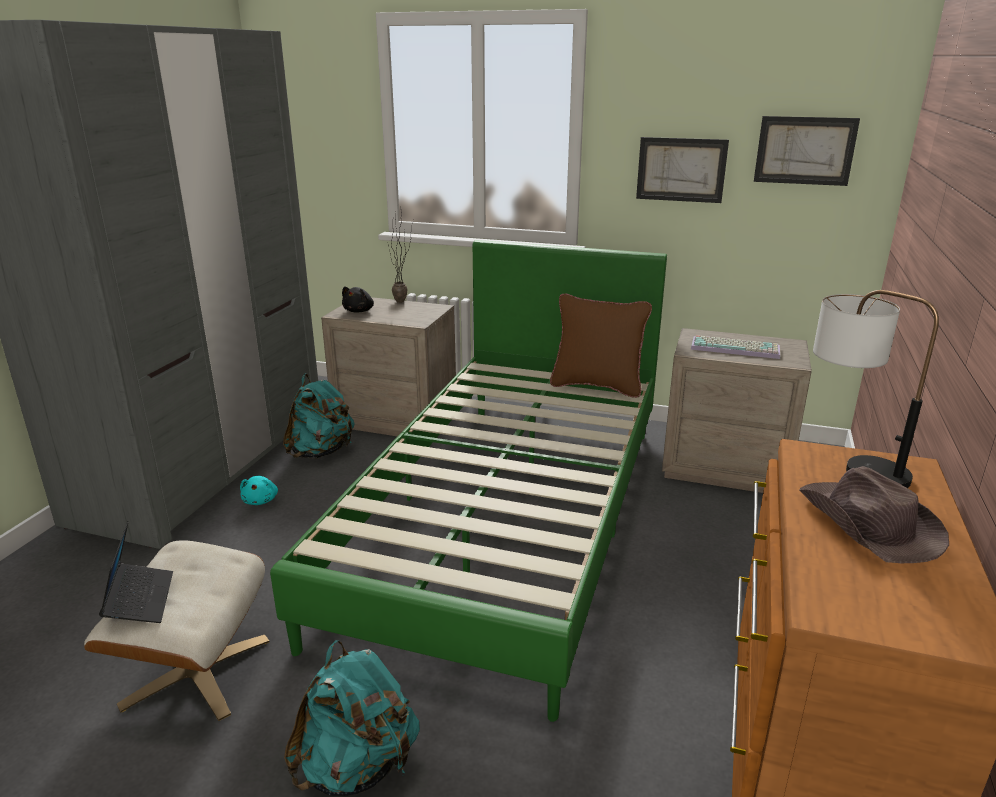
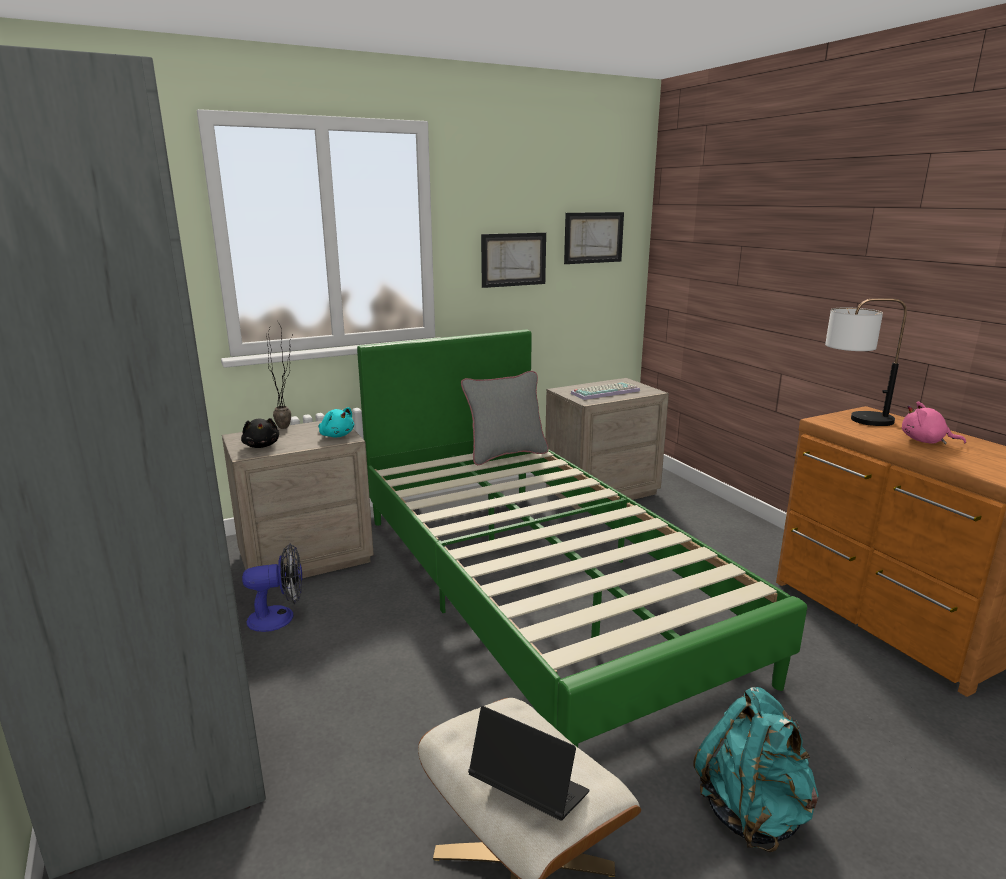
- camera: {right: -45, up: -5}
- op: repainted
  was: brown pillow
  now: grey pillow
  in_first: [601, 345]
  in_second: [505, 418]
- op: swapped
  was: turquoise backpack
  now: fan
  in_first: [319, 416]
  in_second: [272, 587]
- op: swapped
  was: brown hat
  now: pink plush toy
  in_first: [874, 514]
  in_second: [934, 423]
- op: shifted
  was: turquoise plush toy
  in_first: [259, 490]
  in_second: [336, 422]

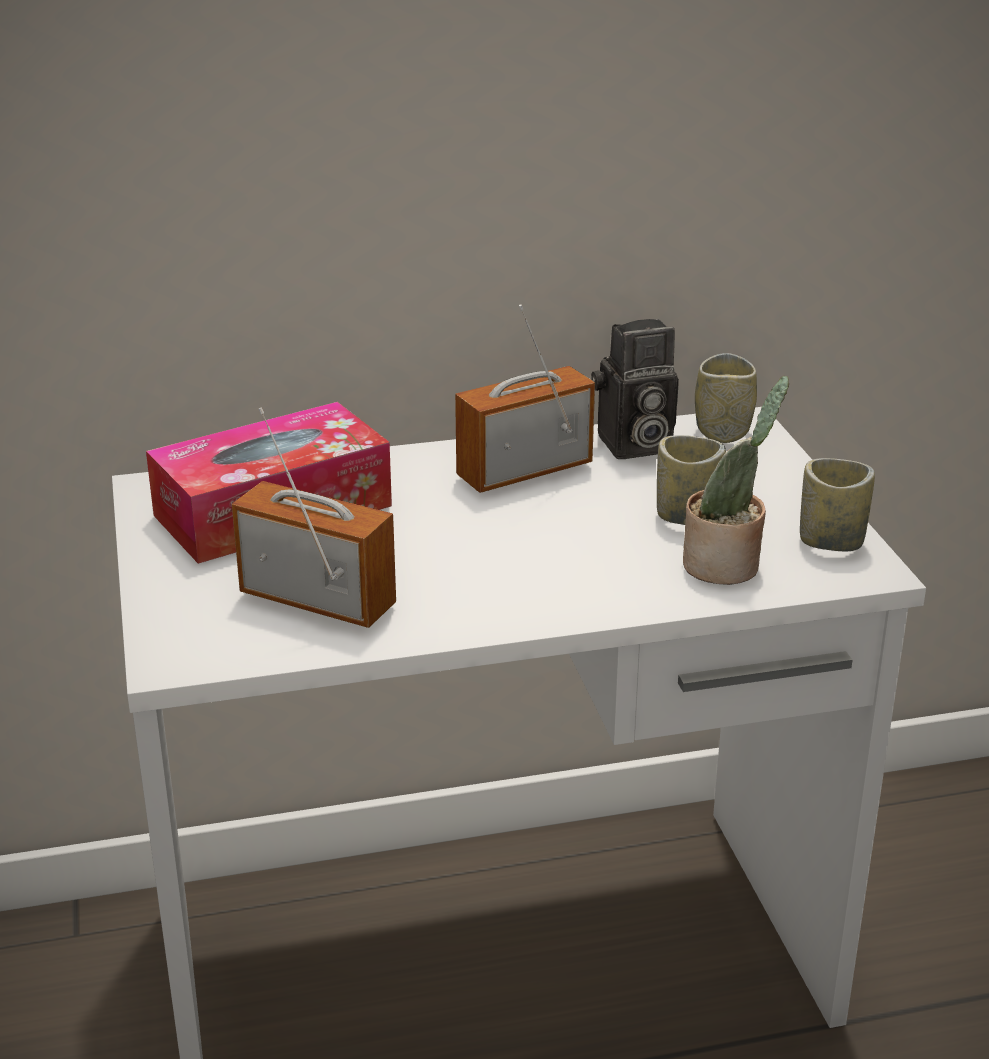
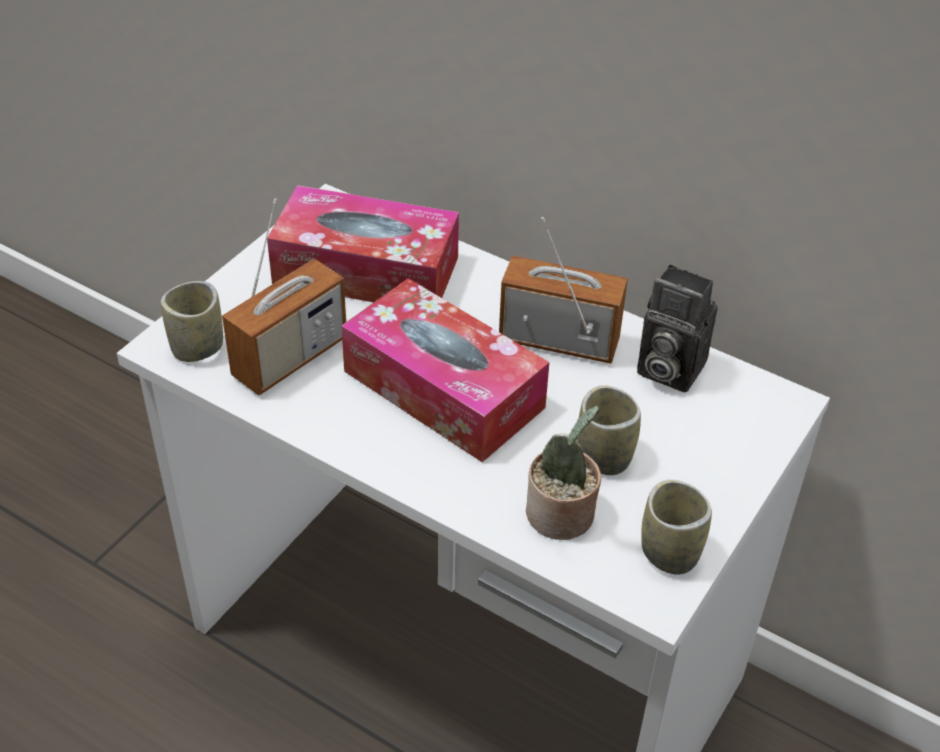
- camera: {right: 45, up: 15}
- op: shifted
  was: cup
  in_first: [726, 398]
  in_second: [191, 321]
- op: rotated
  was: radio
  in_first: [314, 517]
  in_second: [284, 296]
  clockwise: 60
- op: new
  now: tissue box
  in_second: [445, 370]

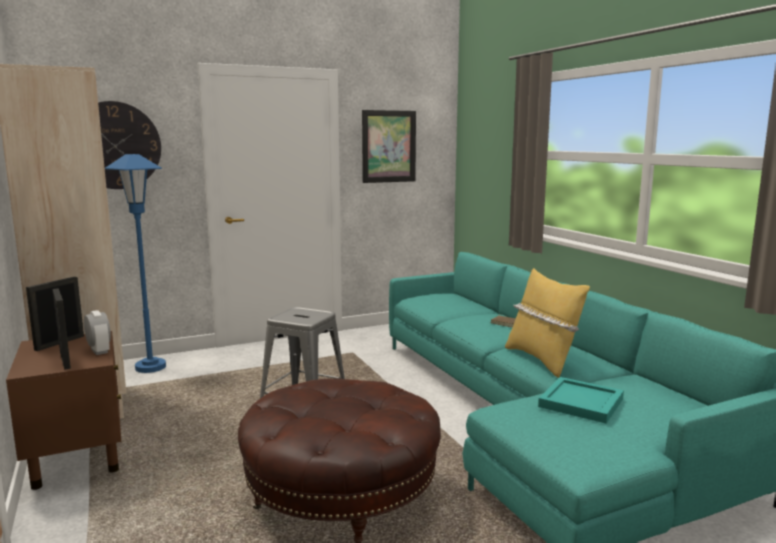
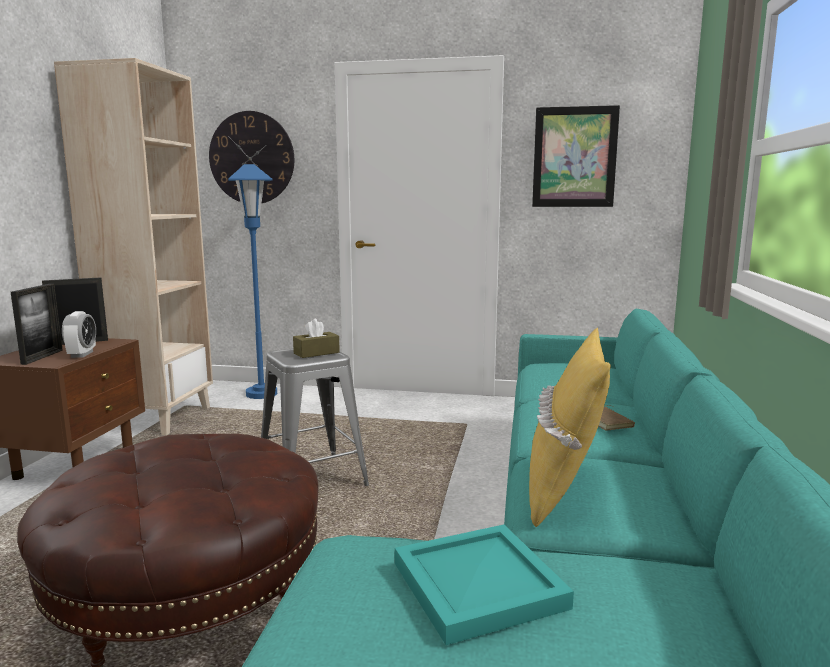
- camera: {right: 35, up: 0}
- op: new
  now: brown tissue box
  in_second: [316, 338]

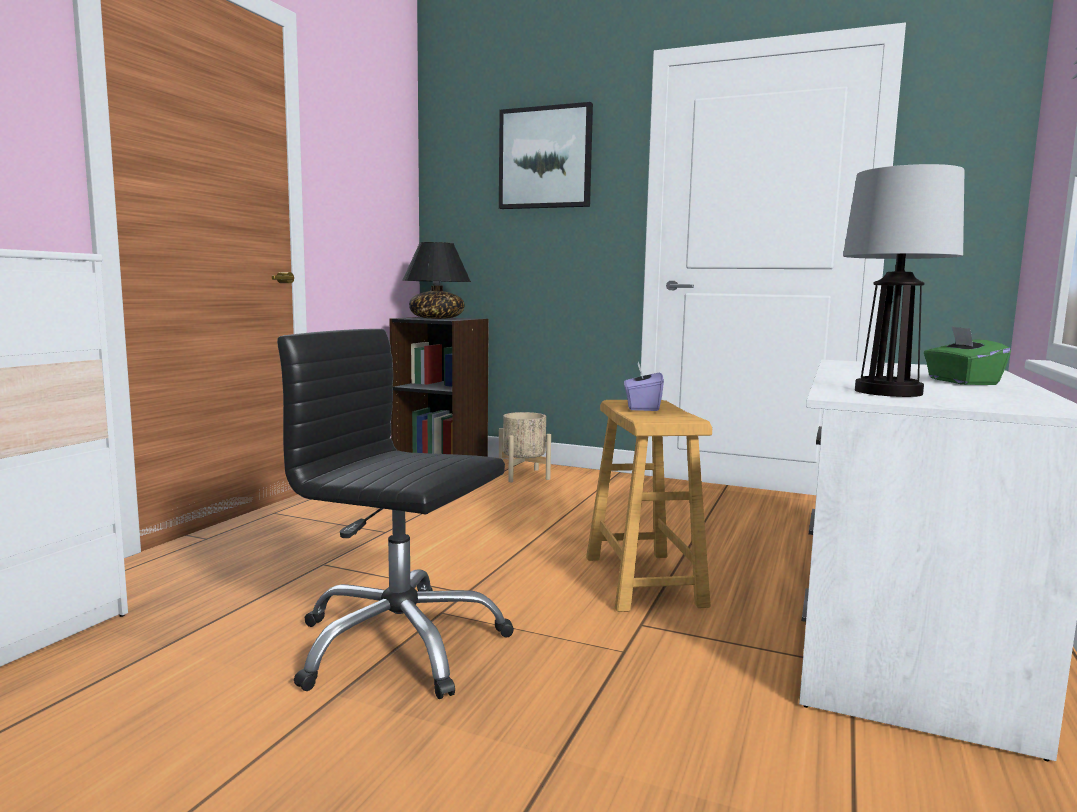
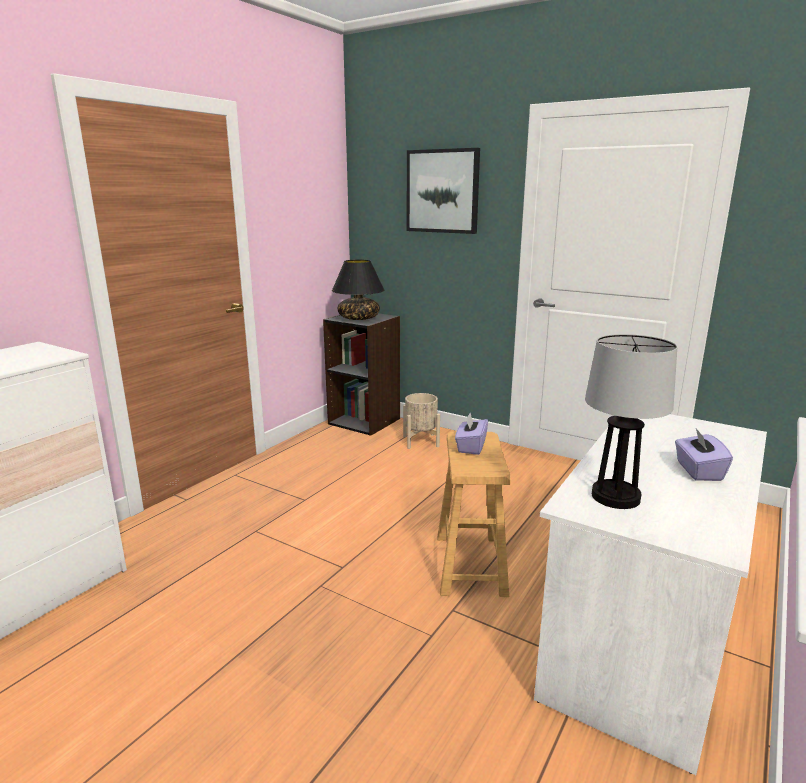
- camera: {right: 10, up: 10}
- op: repainted
  was: green tissue box
  now: purple tissue box
  in_first: [967, 355]
  in_second: [704, 455]
- op: gone
  was: black office chair
  in_first: [395, 514]

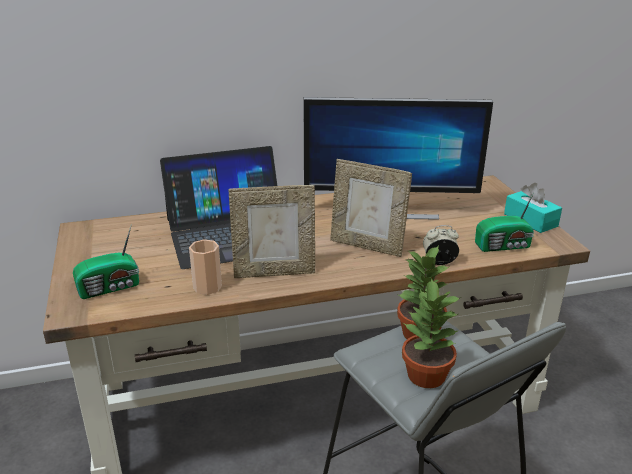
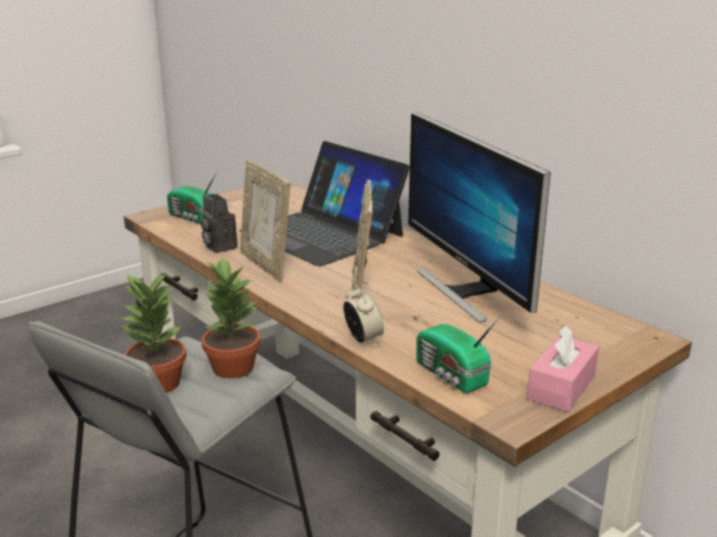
- camera: {right: 65, up: -5}
- op: repainted
  was: turquoise tissue box
  now: pink tissue box
  in_first: [533, 208]
  in_second: [563, 368]
- op: swapped
  was: cup
  now: photo camera
  in_first: [205, 267]
  in_second: [219, 223]

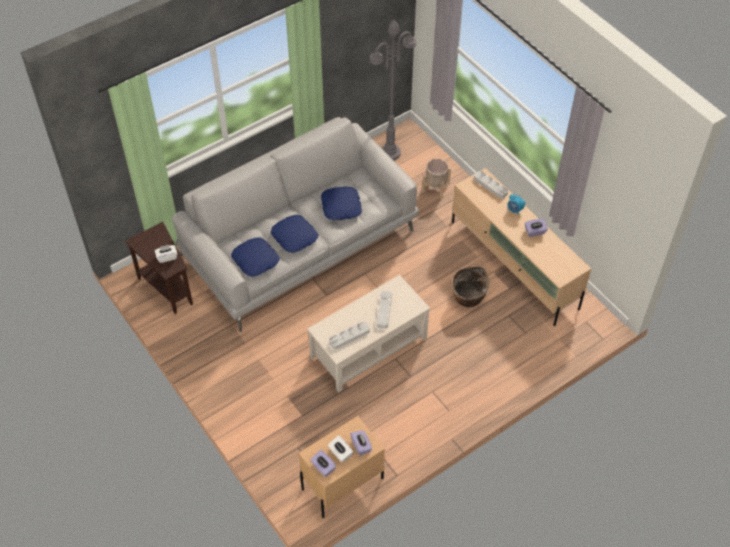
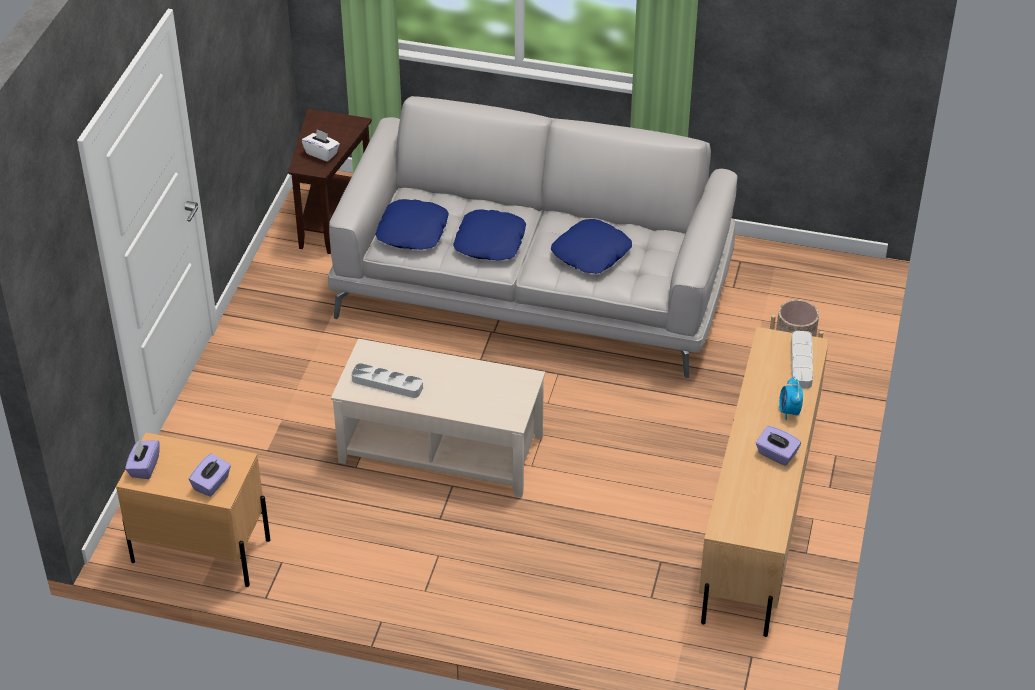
- camera: {right: 50, up: -10}
- op: gone
  was: grey floor lamp
  in_first: [393, 90]
- op: gone
  was: basket
  in_first: [471, 287]
- op: gone
  was: grey tray
  in_first: [384, 310]
- op: gone
  was: white tissue box
  in_first: [340, 449]

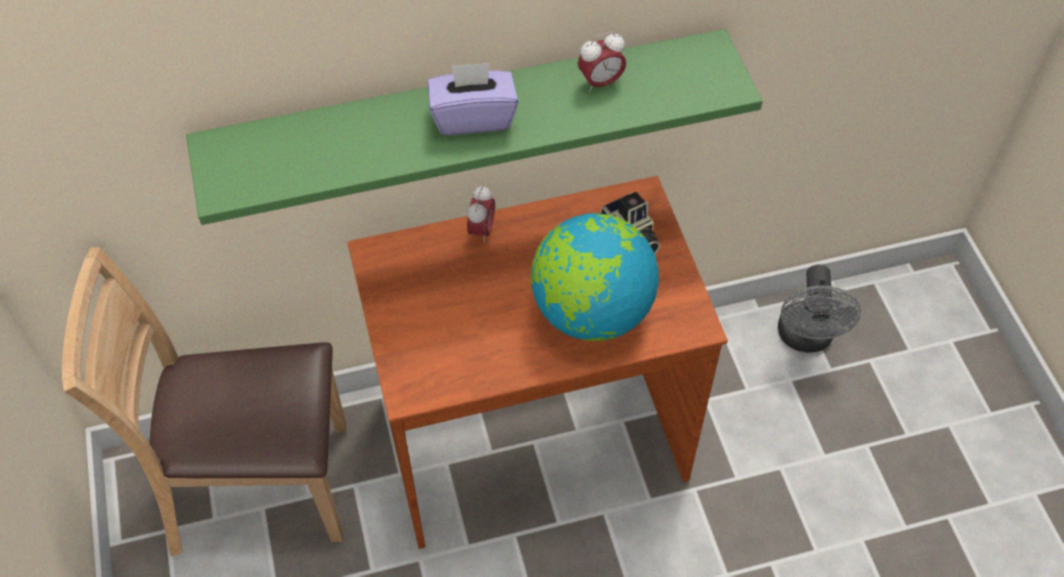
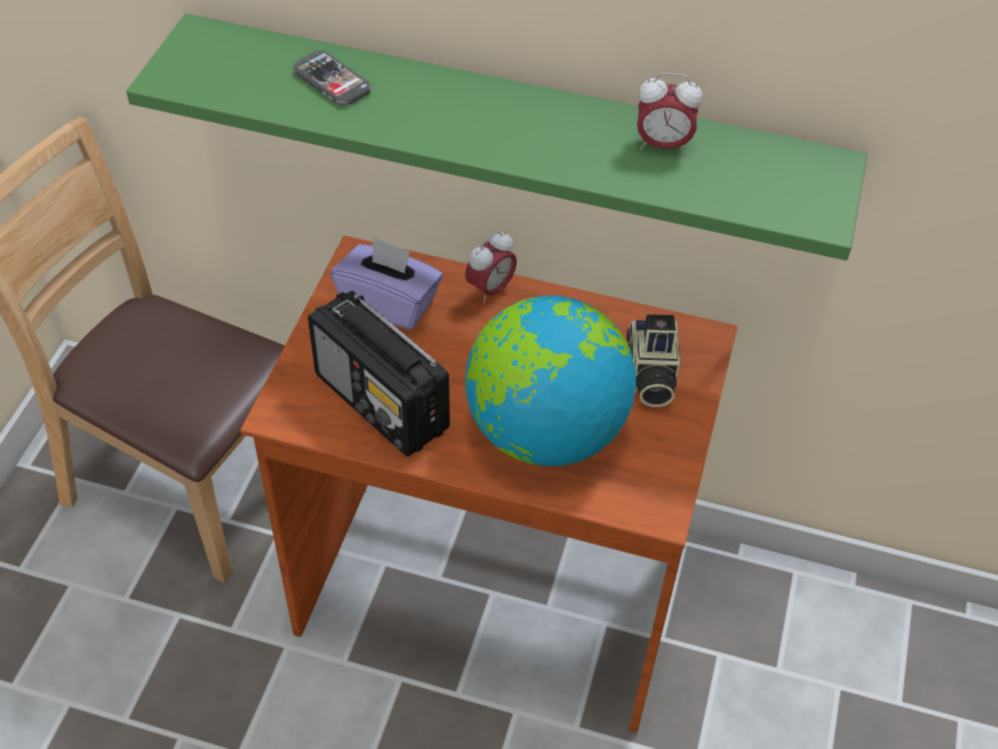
- camera: {right: 30, up: -5}
- op: shifted
  was: purple tissue box
  in_first: [473, 99]
  in_second: [387, 283]
- op: gone
  was: grey fan
  in_first: [819, 309]
- op: new
  now: phone
  in_second: [332, 78]
- op: new
  now: radio
  in_second: [379, 374]

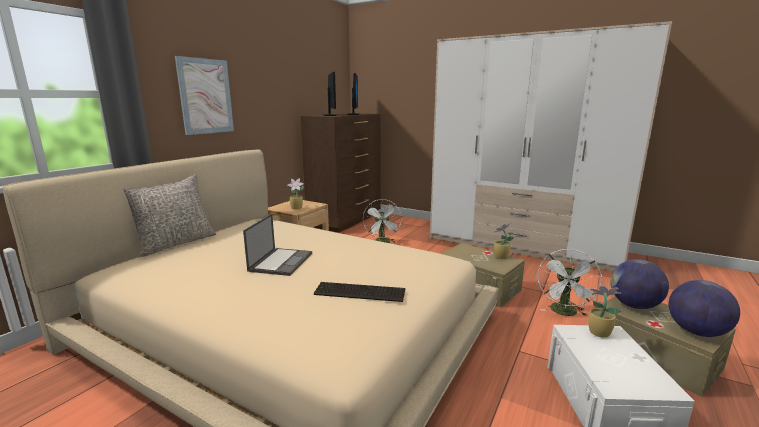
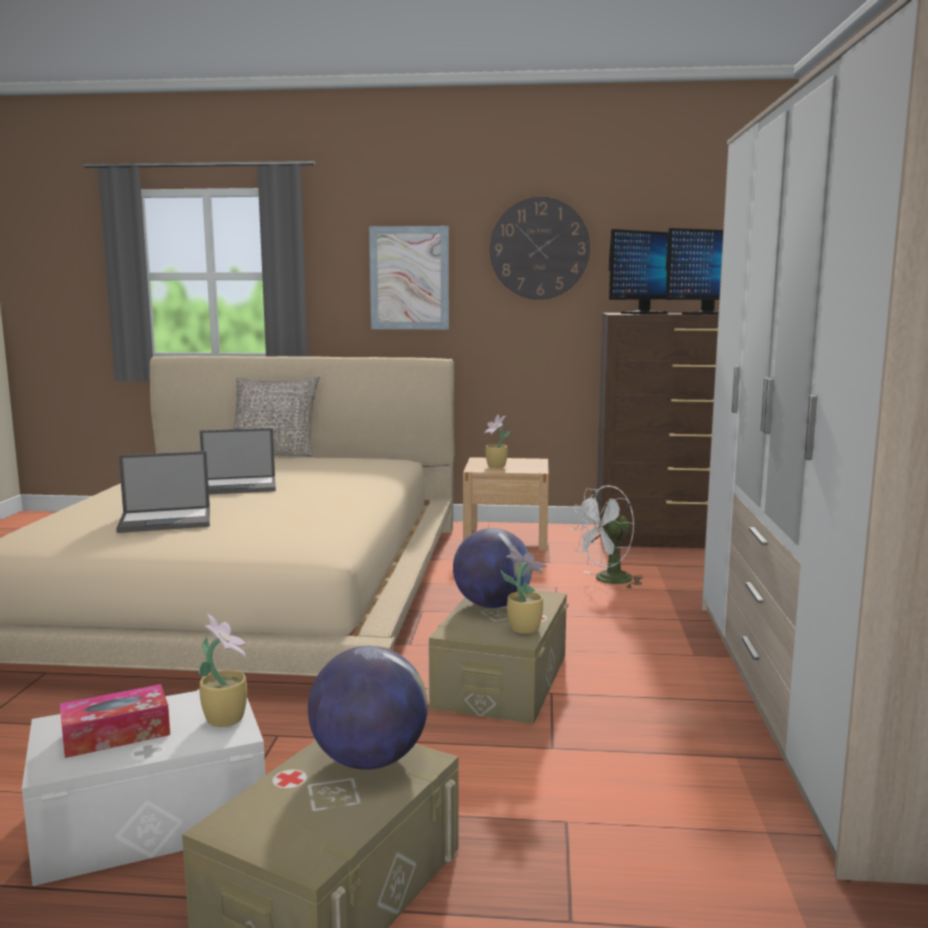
- camera: {right: 65, up: -5}
- op: gone
  was: white fan
  in_first: [570, 282]
- op: shifted
  was: globe
  in_first: [704, 308]
  in_second: [492, 568]
- op: swapped
  was: keyboard
  now: laptop
  in_first: [360, 292]
  in_second: [163, 492]
- op: new
  now: wall clock
  in_second: [540, 248]
- op: new
  now: tissue box
  in_second: [115, 721]

